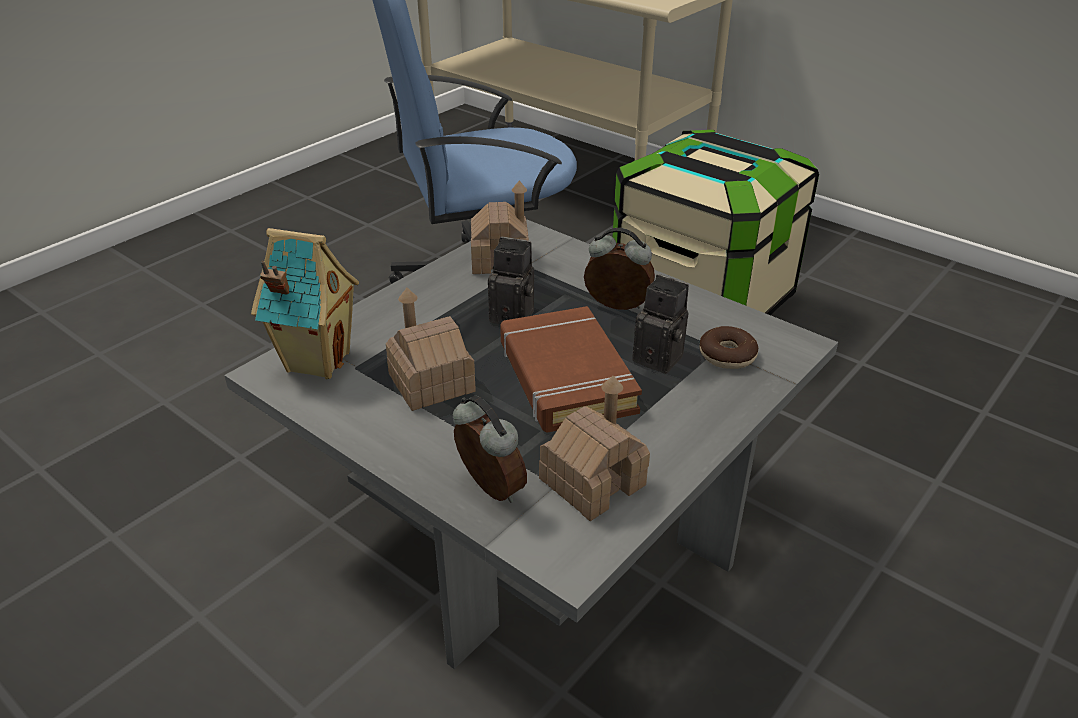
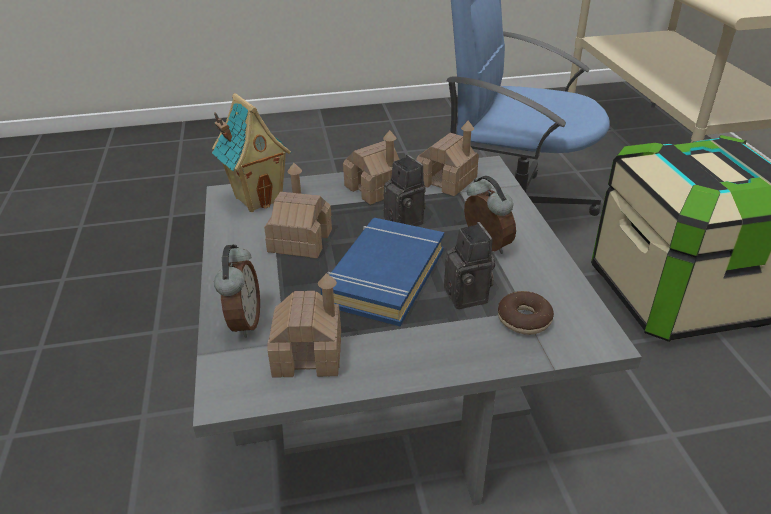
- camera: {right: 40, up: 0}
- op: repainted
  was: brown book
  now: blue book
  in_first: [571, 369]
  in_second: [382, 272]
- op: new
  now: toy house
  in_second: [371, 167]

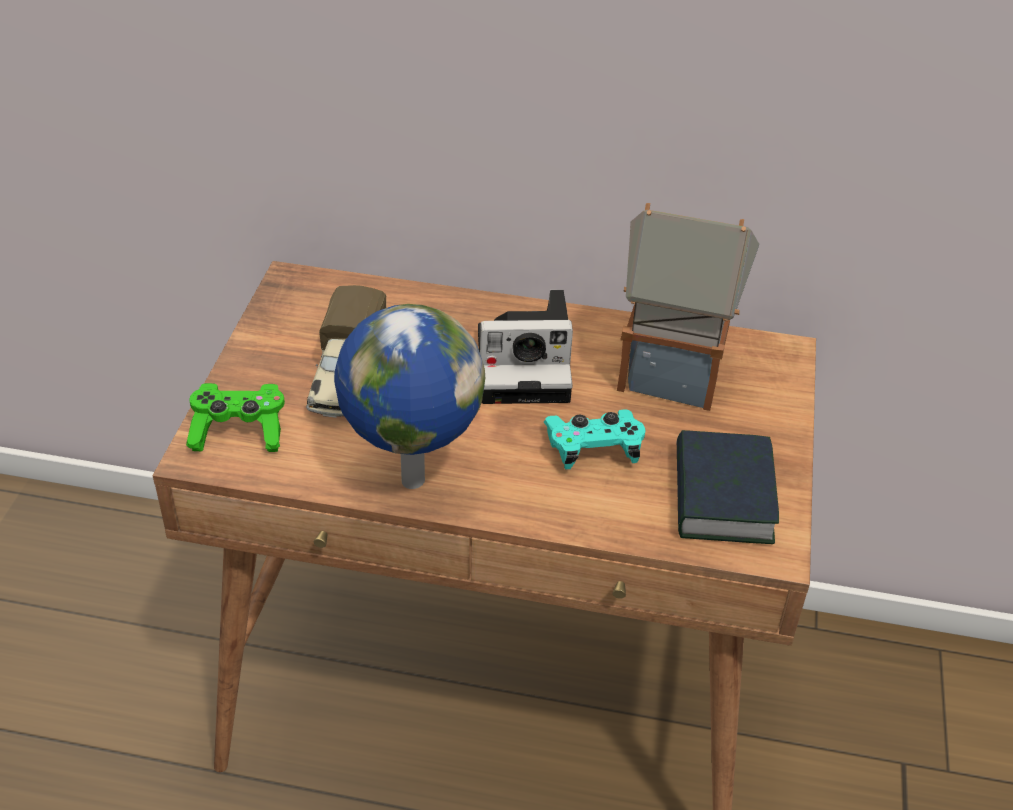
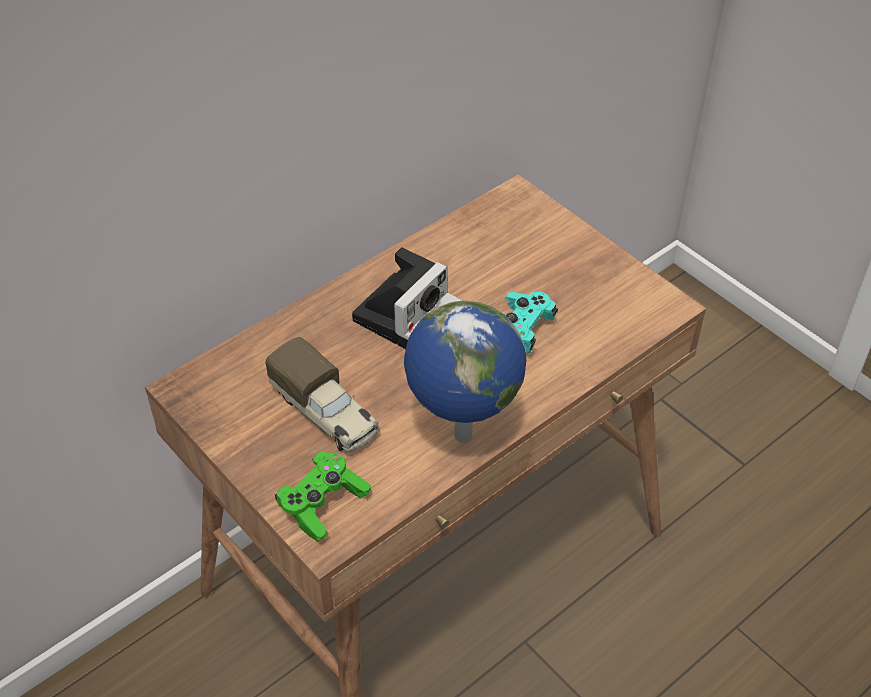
- camera: {right: -50, up: 5}
- op: gone
  was: toy house
  in_first: [688, 307]
- op: gone
  was: book
  in_first: [728, 487]

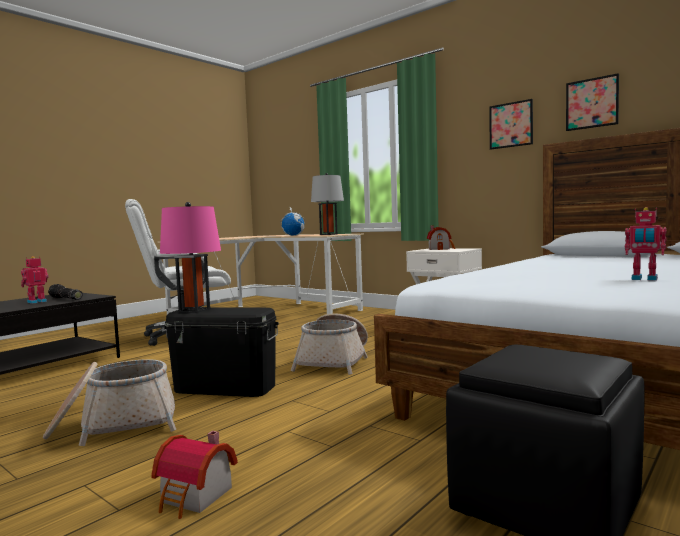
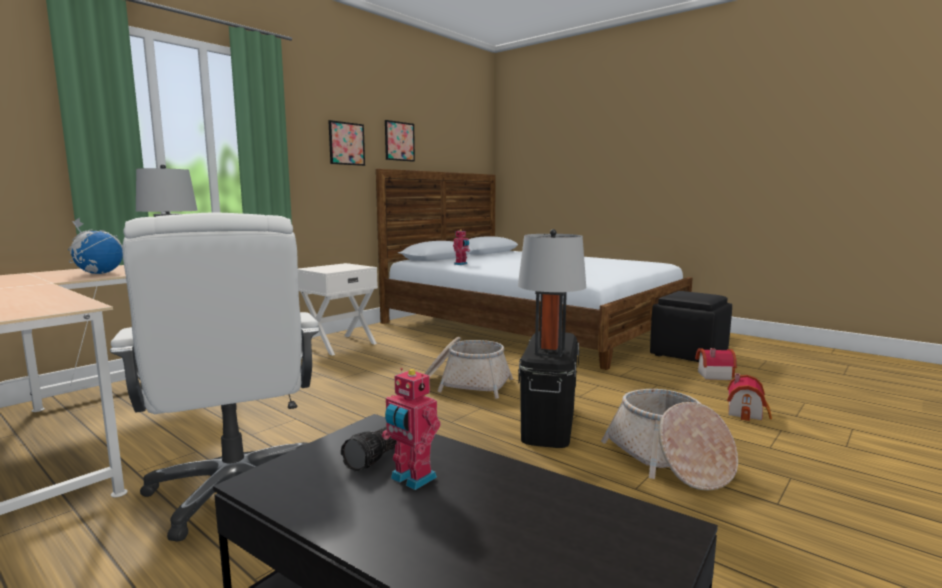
- camera: {right: -90, up: 5}
- op: repainted
  was: pink table lamp
  now: grey table lamp
  in_first: [190, 257]
  in_second: [552, 293]
- op: shifted
  was: toy robot
  in_first: [646, 244]
  in_second: [461, 247]
- op: shifted
  was: toy house
  in_first: [441, 238]
  in_second: [716, 364]

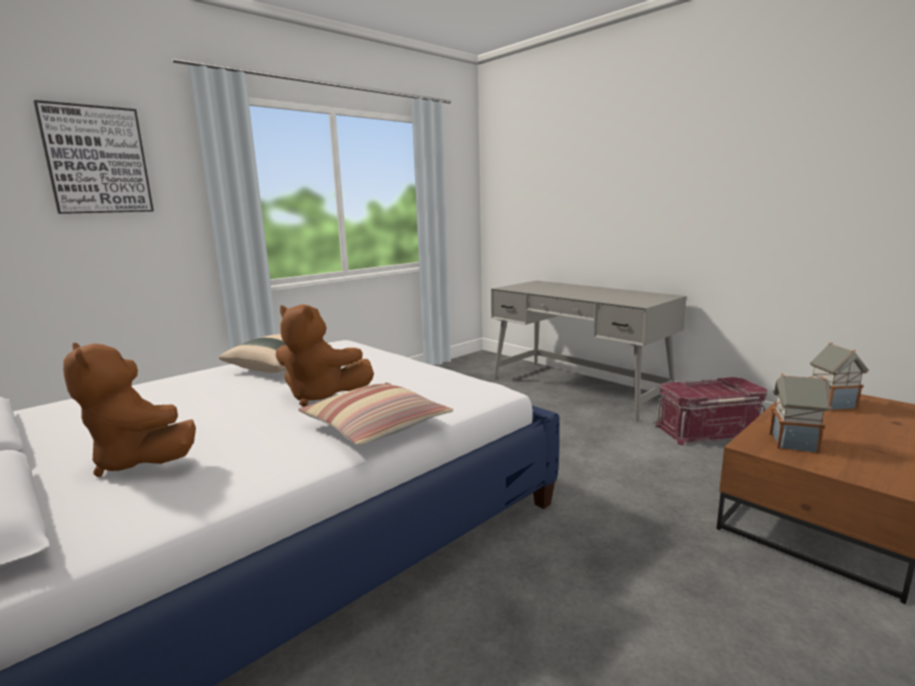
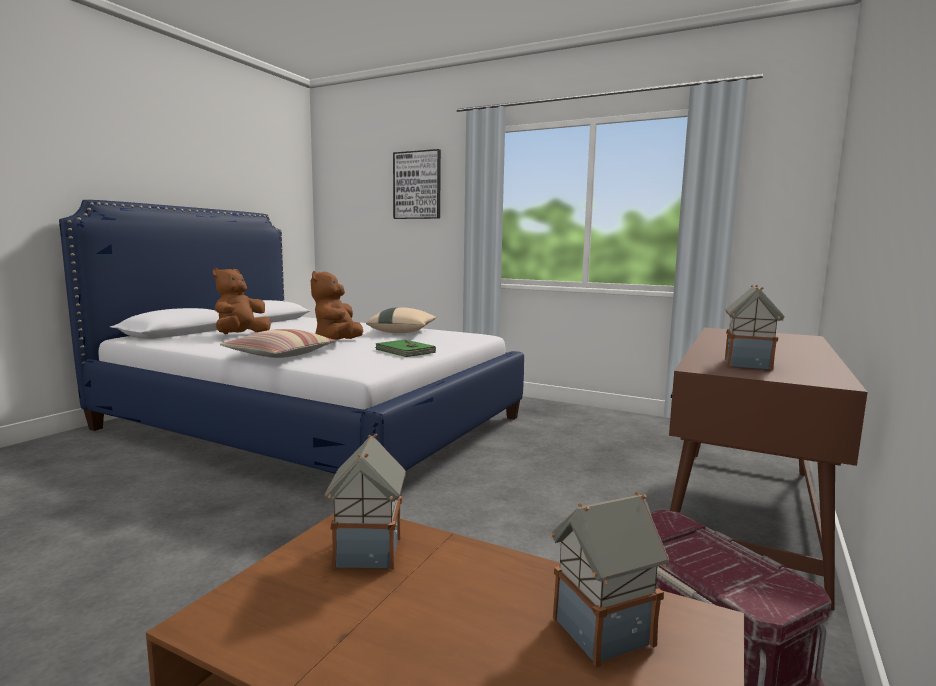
- camera: {right: 70, up: -5}
- op: repainted
  was: grey desk
  now: brown desk
  in_first: [589, 351]
  in_second: [768, 469]
- op: new
  now: toy house
  in_second: [754, 327]
- op: new
  now: green book
  in_second: [405, 348]

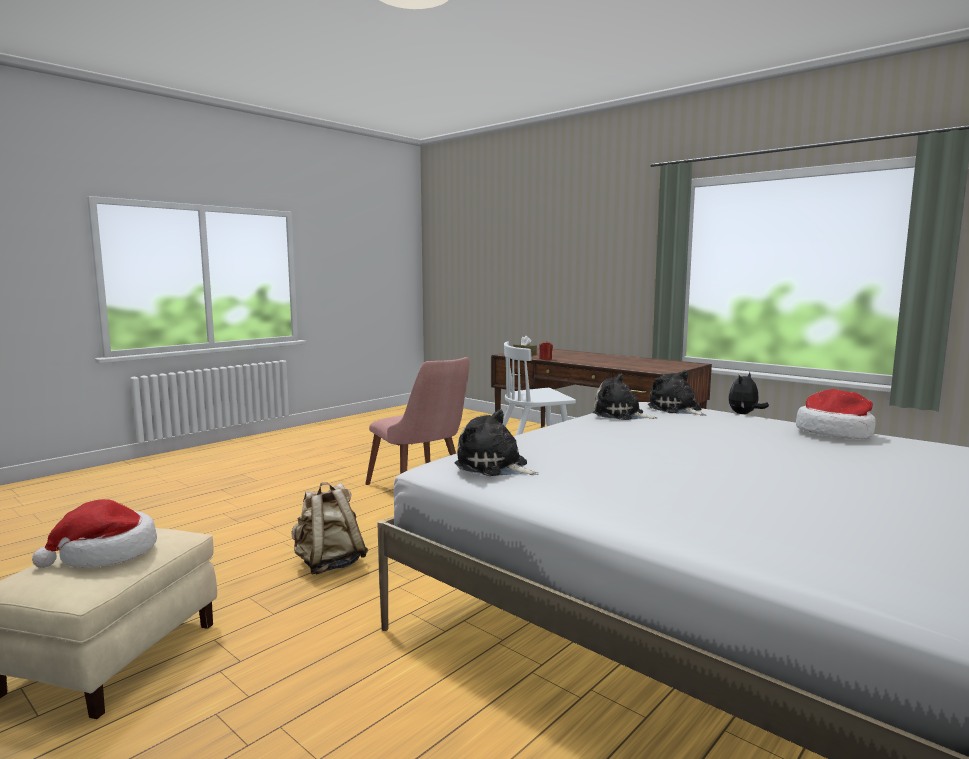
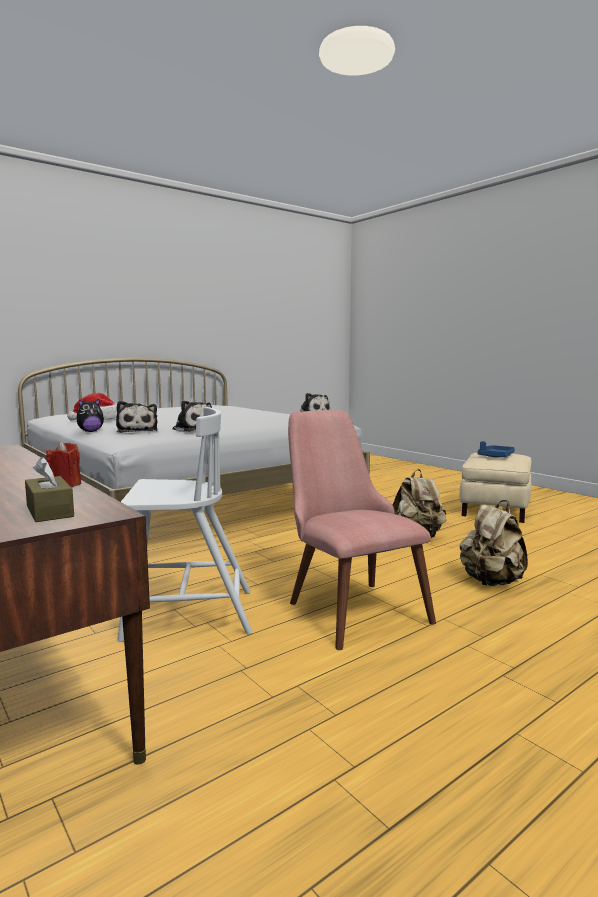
- camera: {right: -170, up: 0}
- op: swapped
  was: hat
  now: blue tray
  in_first: [94, 533]
  in_second: [496, 449]
- op: new
  now: beige backpack
  in_second: [494, 543]

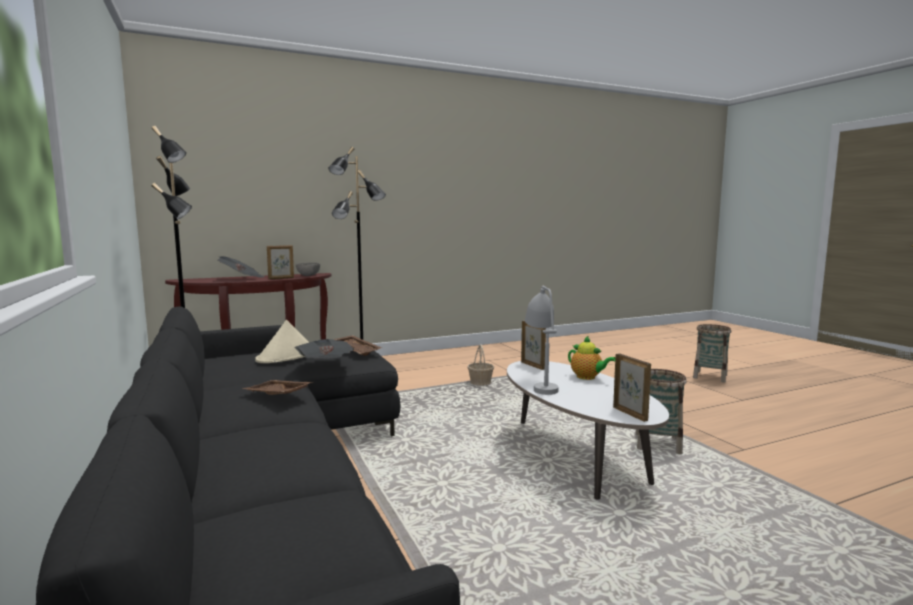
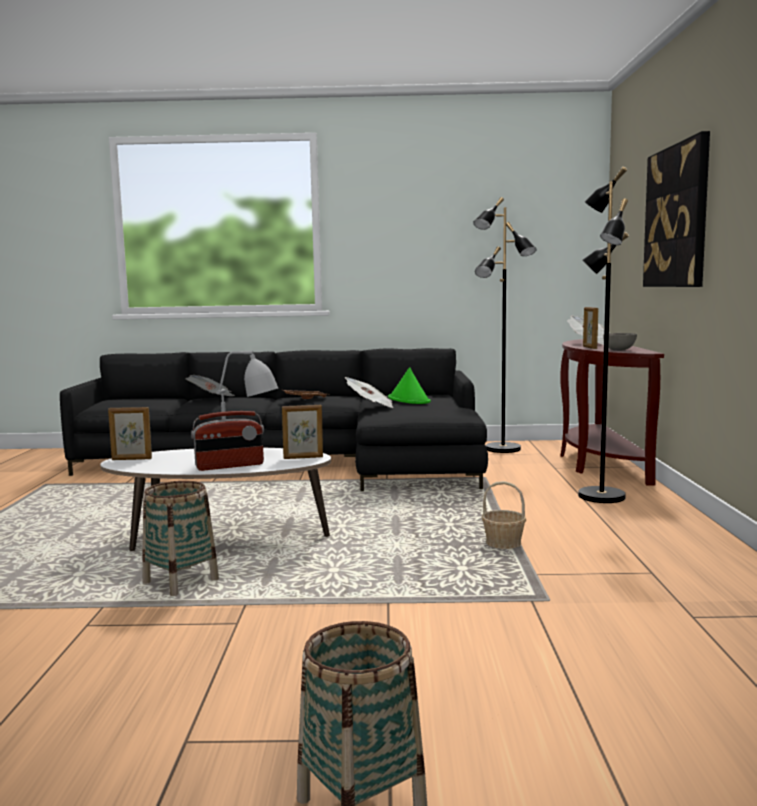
- camera: {right: 115, up: 0}
- op: repainted
  was: beige hat
  now: green hat
  in_first: [282, 341]
  in_second: [409, 385]
- op: gone
  was: brown tray
  in_first: [357, 345]
- op: swapped
  was: teapot
  now: radio
  in_first: [591, 358]
  in_second: [227, 441]
- op: new
  now: picture
  in_second: [676, 209]
- op: new
  now: newspaper
  in_second: [210, 385]

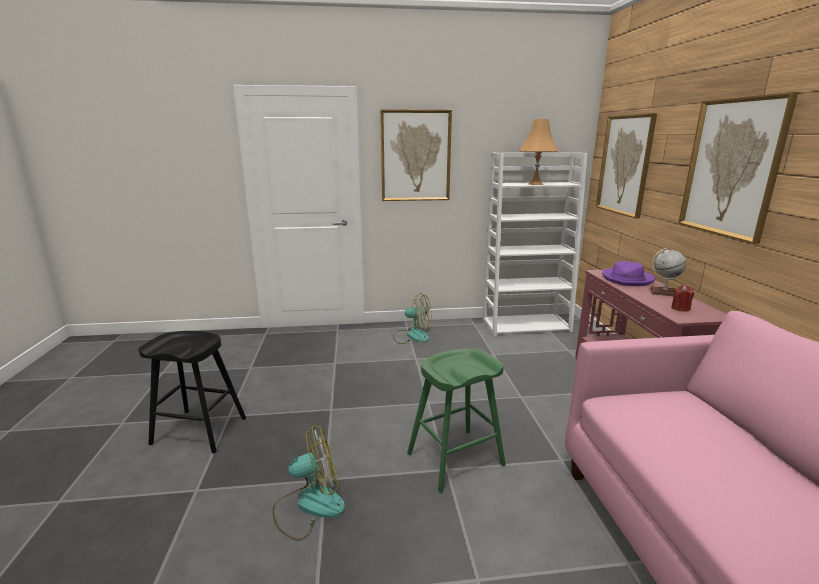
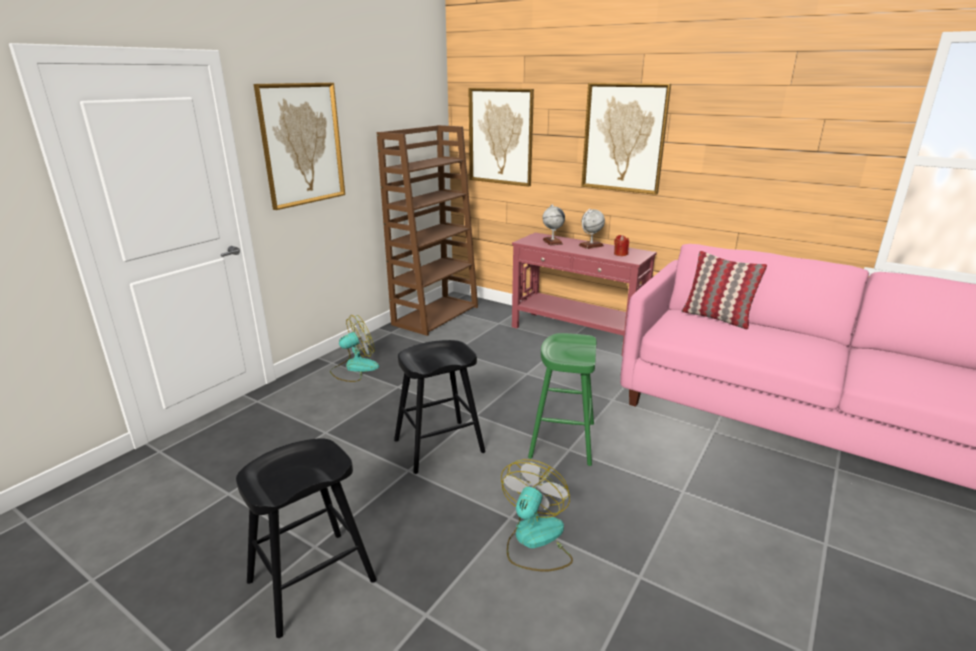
- camera: {right: -50, up: 5}
- op: gone
  was: orange table lamp
  in_first: [539, 152]
- op: repainted
  was: white bookcase
  now: brown bookcase
  in_first: [534, 244]
  in_second: [427, 230]
- op: swapped
  was: purple hat
  now: globe
  in_first: [628, 273]
  in_second: [554, 224]
- op: new
  now: pillow
  in_second: [724, 290]
- op: new
  now: black stool
  in_second: [439, 407]

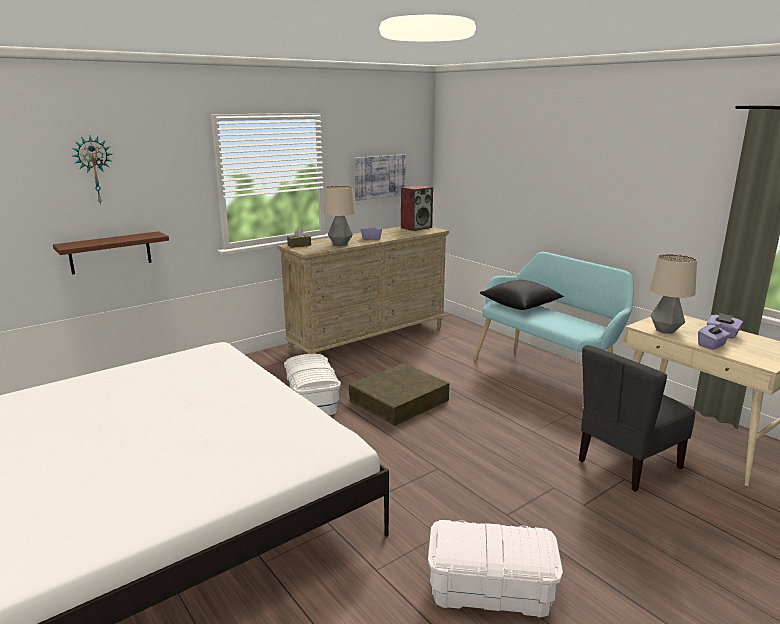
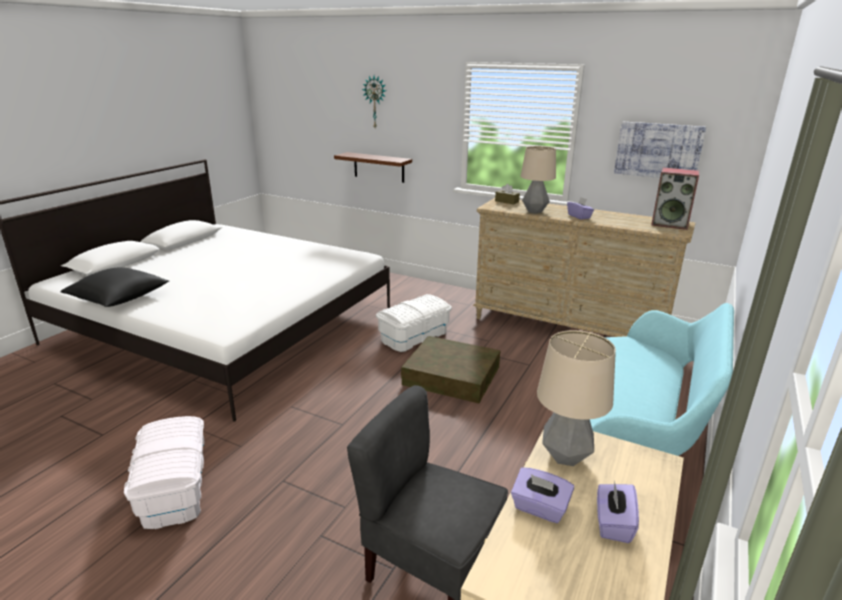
- camera: {right: 65, up: 5}
- op: shifted
  was: black pillow
  in_first: [522, 295]
  in_second: [114, 287]

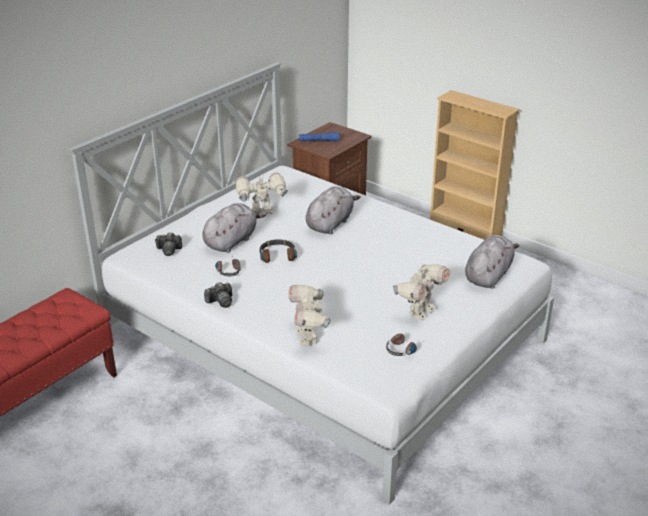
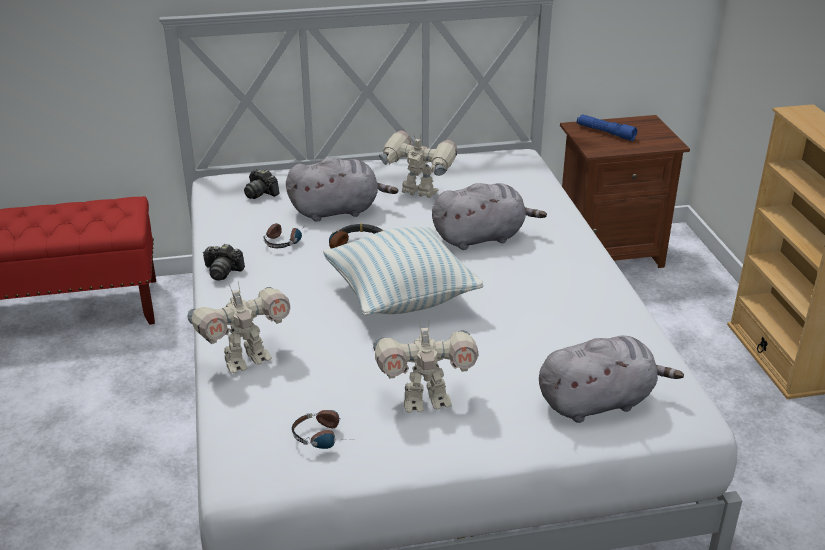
- camera: {right: 40, up: 0}
- op: rotated
  was: toy robot
  in_first: [309, 315]
  in_second: [238, 327]
  clockwise: -150
- op: new
  now: pillow
  in_second: [403, 271]

